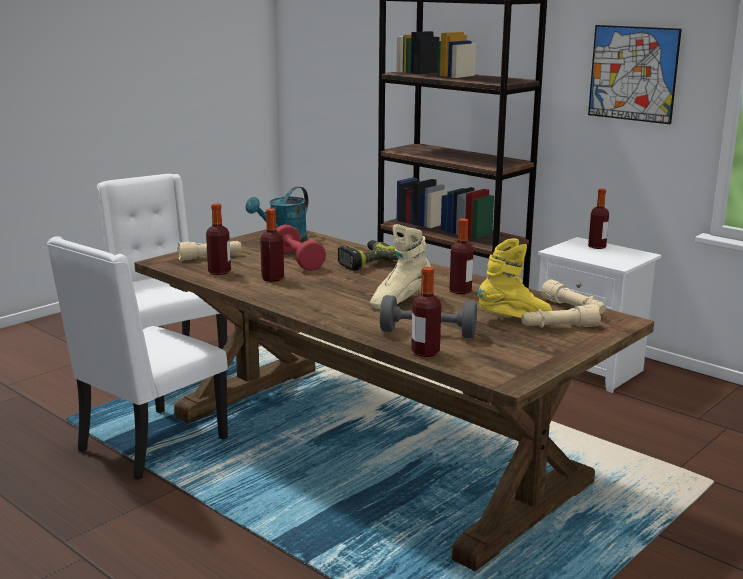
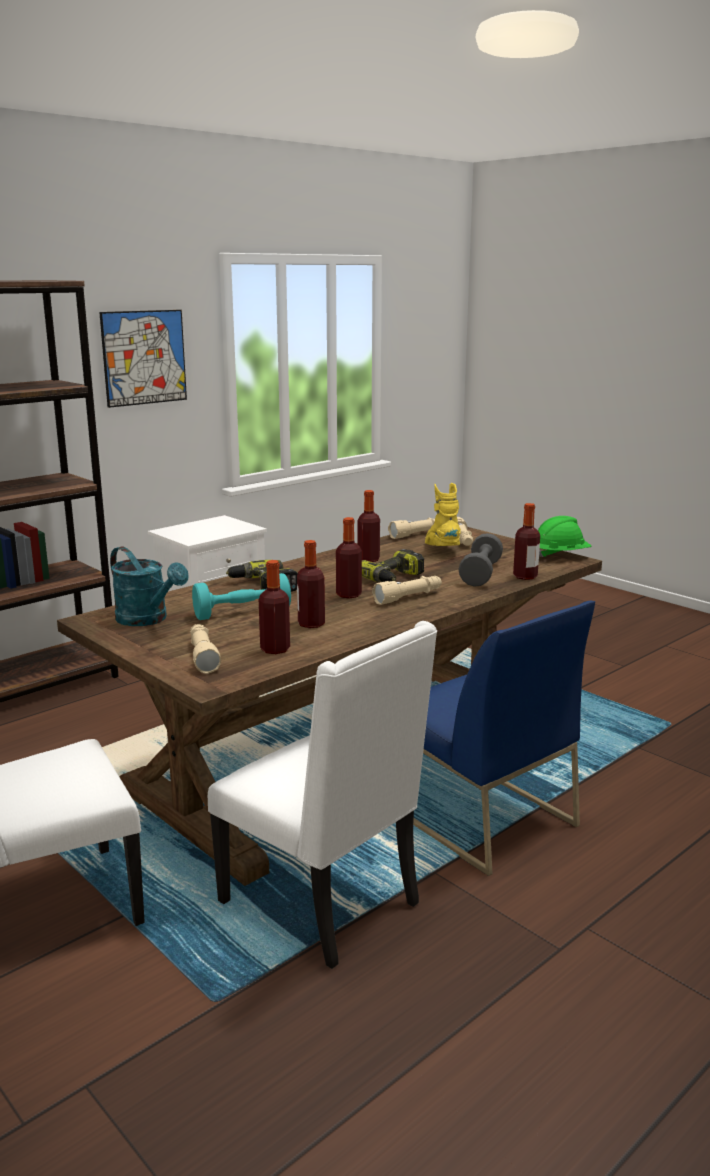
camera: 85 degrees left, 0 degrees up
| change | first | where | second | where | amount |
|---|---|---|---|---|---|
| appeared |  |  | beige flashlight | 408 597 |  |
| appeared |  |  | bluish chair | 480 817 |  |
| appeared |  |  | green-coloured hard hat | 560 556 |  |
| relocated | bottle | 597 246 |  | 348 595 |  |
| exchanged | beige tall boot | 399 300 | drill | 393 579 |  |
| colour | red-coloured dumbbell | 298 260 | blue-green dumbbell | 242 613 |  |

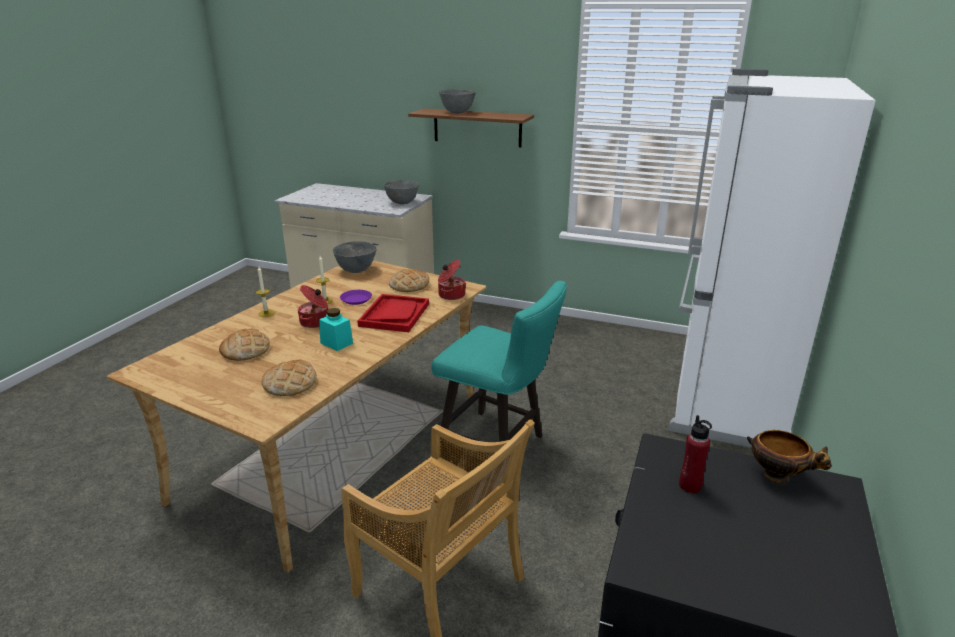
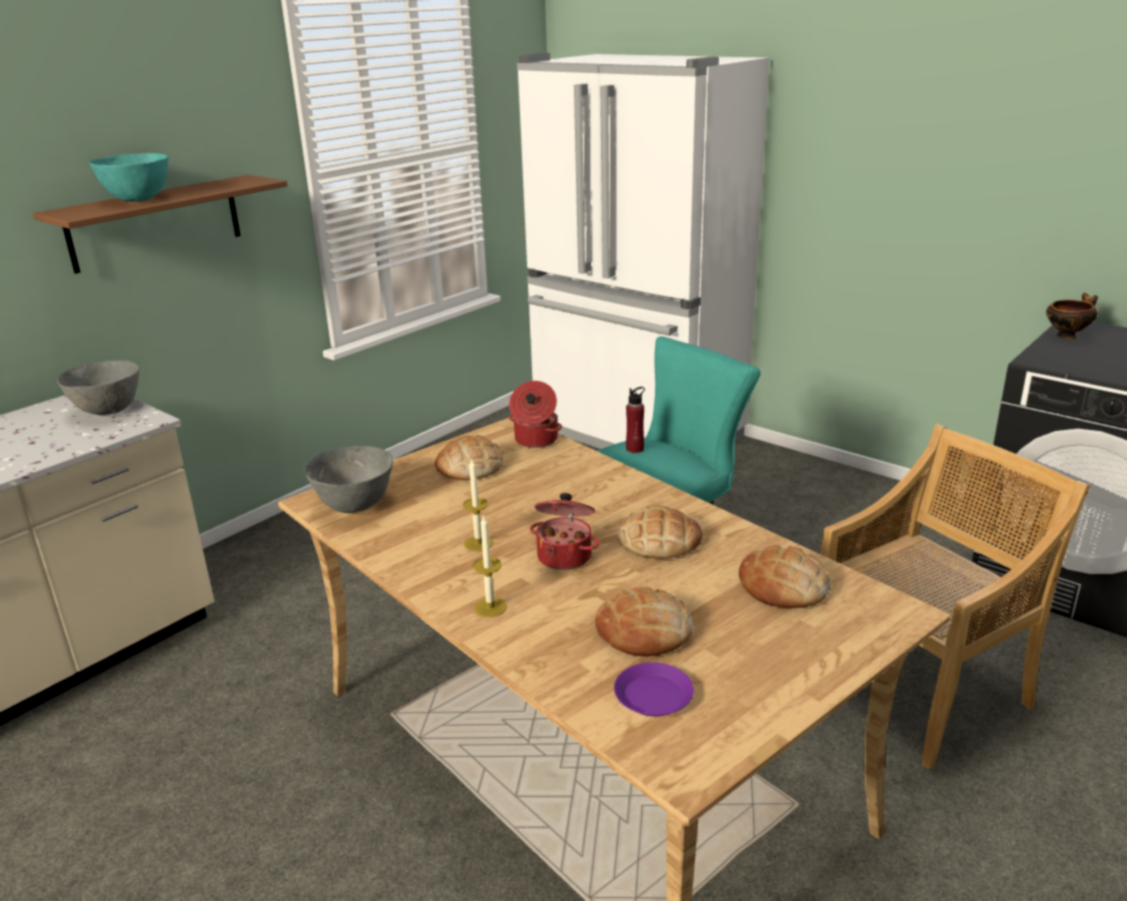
camera: 70 degrees left, 0 degrees up
| change | first | where | second | where | amount |
|---|---|---|---|---|---|
| missing | red-coloured serving tray | 394 315 |  |  |  |
| relocated | purple plate | 356 299 |  | 654 696 |  |
| relocated | red-coloured bottle | 690 486 |  | 635 449 |  |
| exchanged | blue-green jar | 336 343 | bread | 659 540 |  |
| colour | grey deep dish | 457 112 | blue-green deep dish | 138 199 |  |

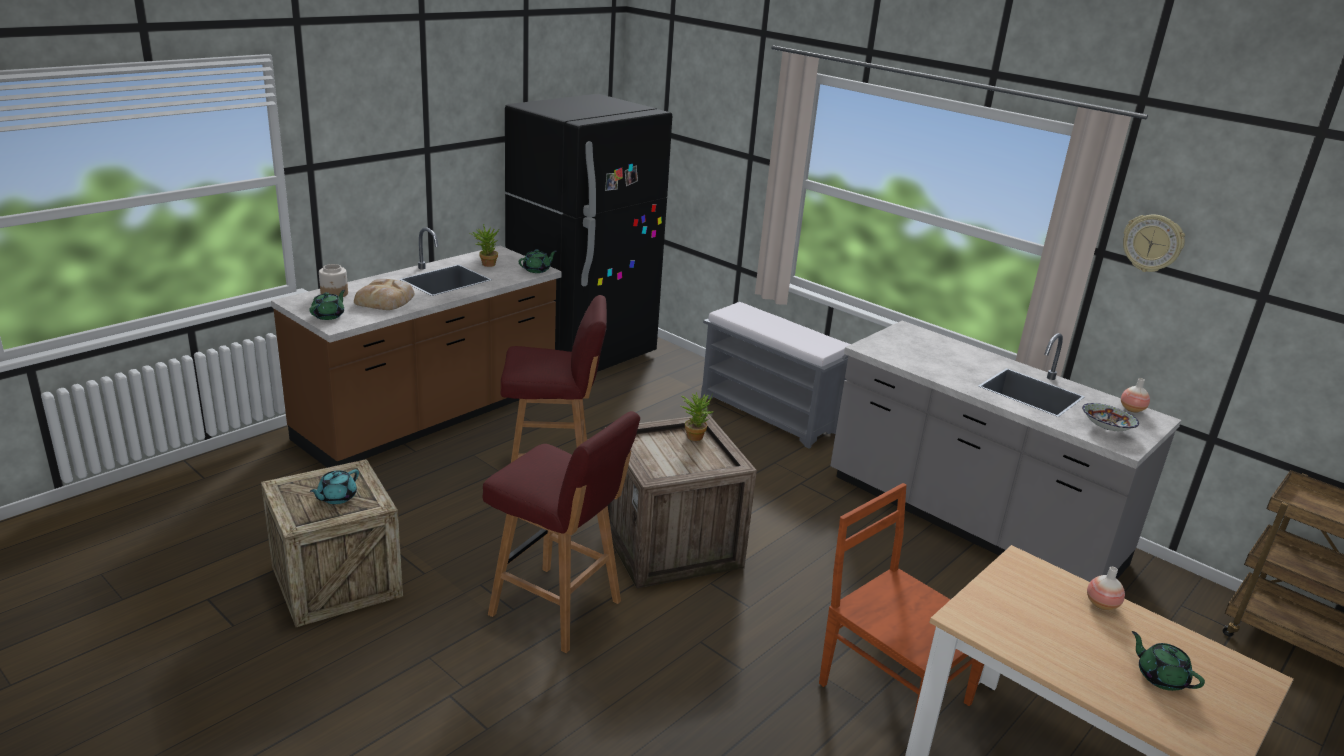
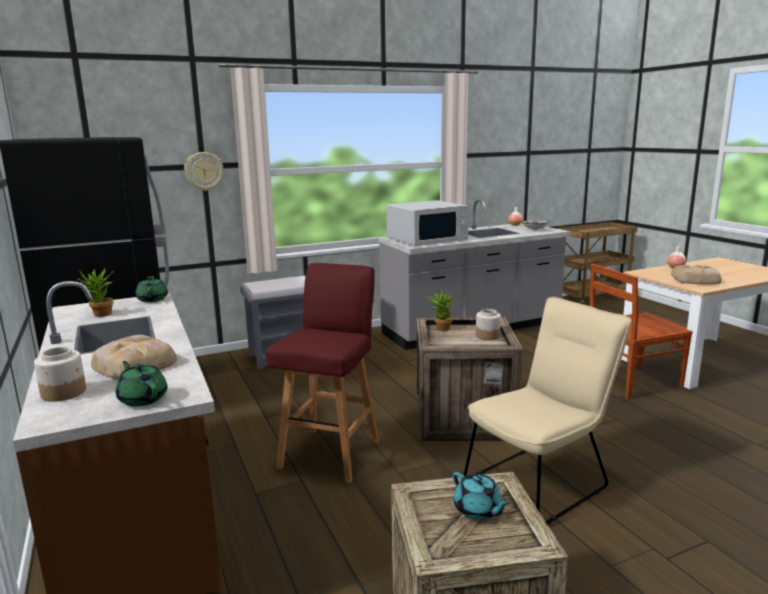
camera: 65 degrees left, 10 degrees down
| change | first | where | second | where | amount |
|---|---|---|---|---|---|
| missing | green-coloured pot for tea | 1160 677 |  |  |  |
| appeared |  |  | whitish microwave oven | 427 239 |  |
| appeared |  |  | jar | 488 336 |  |
| appeared |  |  | bread | 696 280 |  |
| relocated | hanging clock | 1152 243 |  | 204 171 |  |
| exchanged | red-coloured stool seat | 558 609 | beige chair | 542 480 |  |

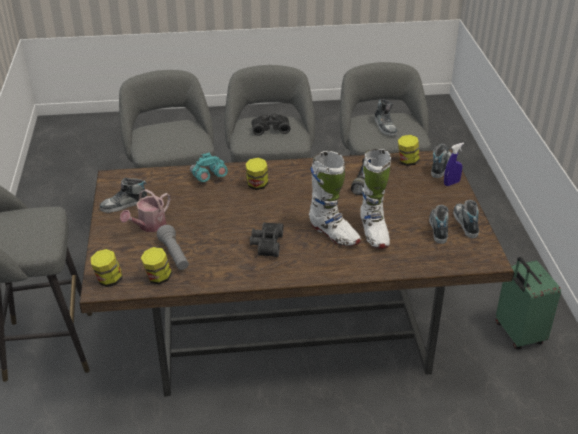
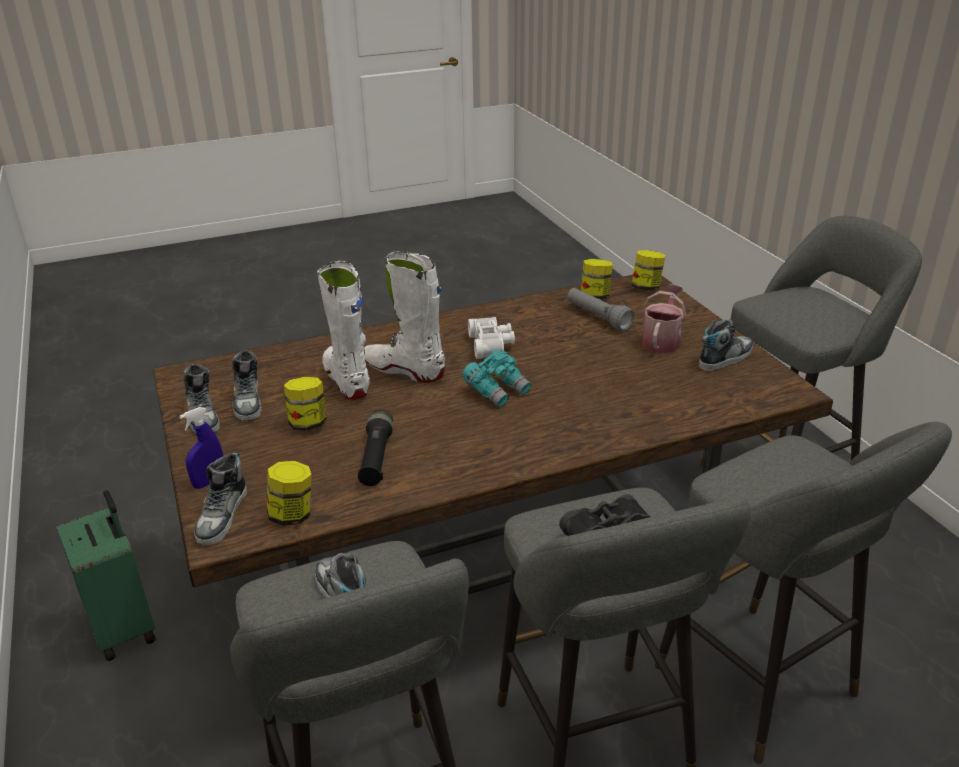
camera: 165 degrees right, 5 degrees down
| change | first | where | second | where | amount |
|---|---|---|---|---|---|
| relocated | blue-green binoculars | 208 177 |  | 497 391 |  |
| relocated | jar | 257 185 |  | 308 424 |  |
| colour | blackish binoculars | 266 244 | whitish binoculars | 492 345 |  |

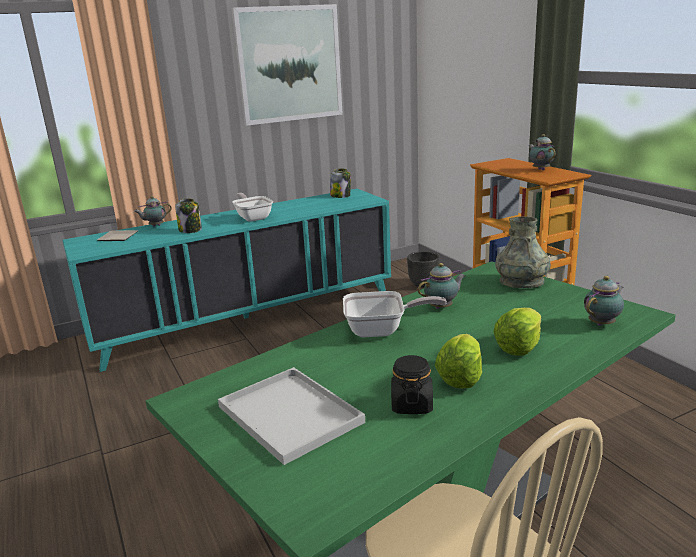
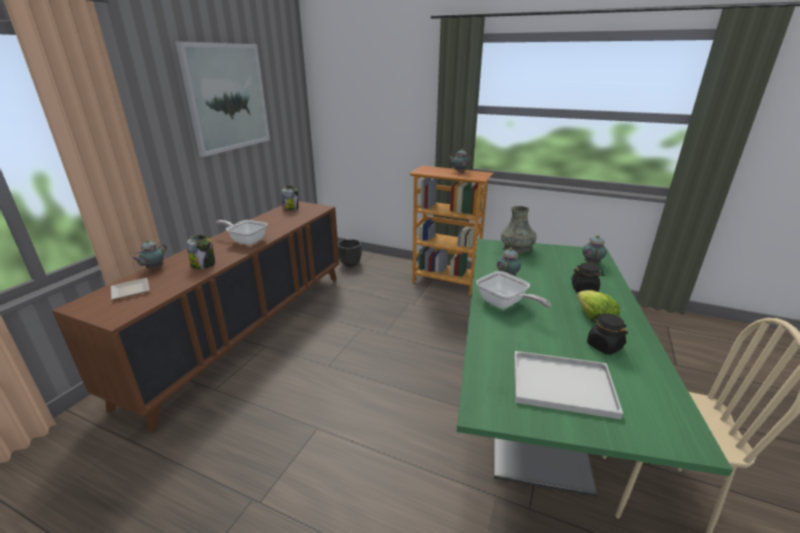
camera: 40 degrees left, 5 degrees up
| change | first | where | second | where | amount |
|---|---|---|---|---|---|
| exchanged | lettuce head | 519 347 | blackish jar | 584 289 |  |
| colour | blue-green cupboard | 247 319 | brown-coloured cupboard | 246 330 |  |
| spun | skillet | 382 330 |  | 505 304 | 90 degrees clockwise |

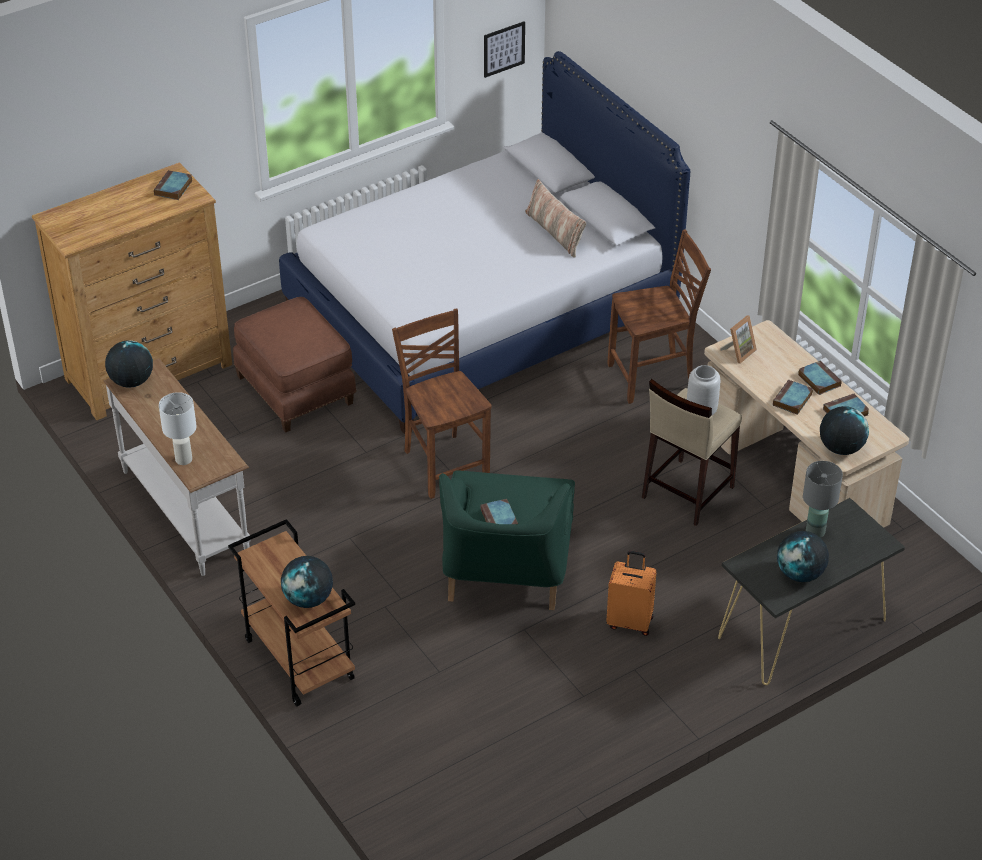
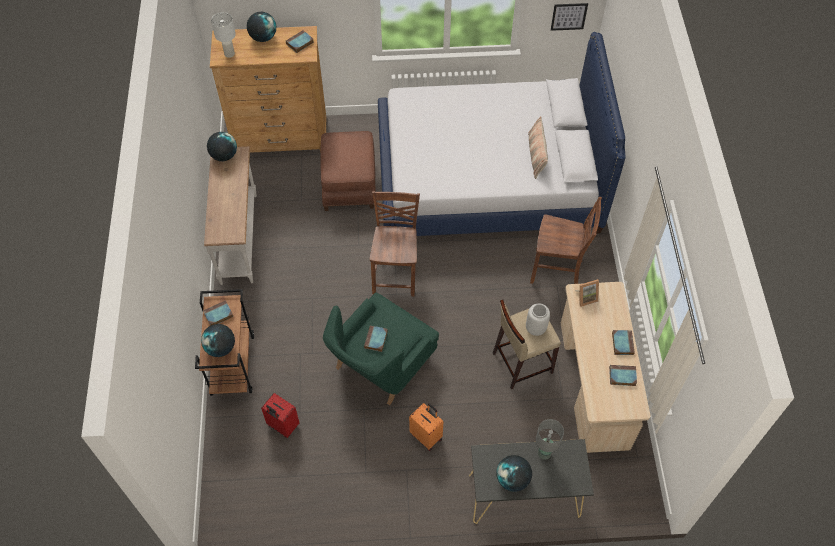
camera: 30 degrees right, 15 degrees up
| change | first | where | second | where | amount |
|---|---|---|---|---|---|
| appeared |  |  | red-coloured piece of luggage | 282 426 |  |
| relocated | whitish tabletop lamp | 183 460 |  | 229 54 |  |
| relocated | volume | 792 400 |  | 218 315 |  |
| relocated | desk globe | 841 448 |  | 263 37 |  |

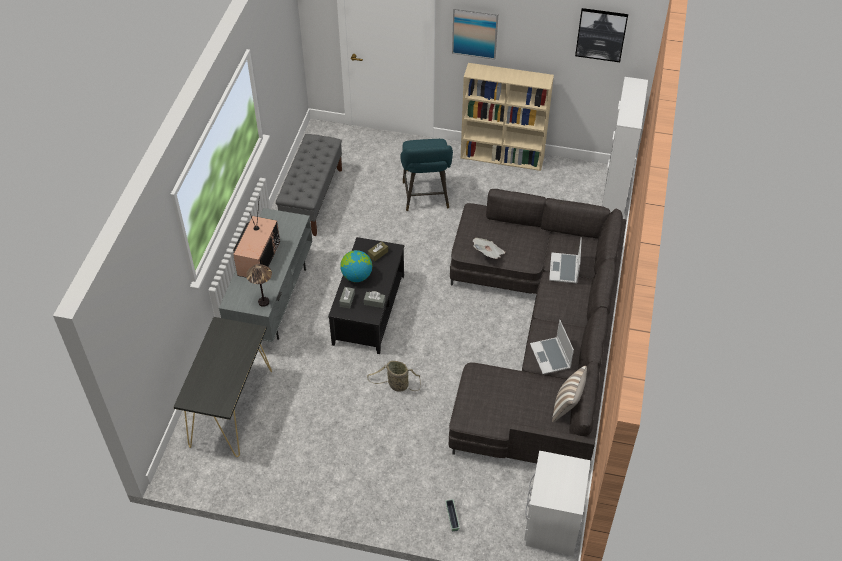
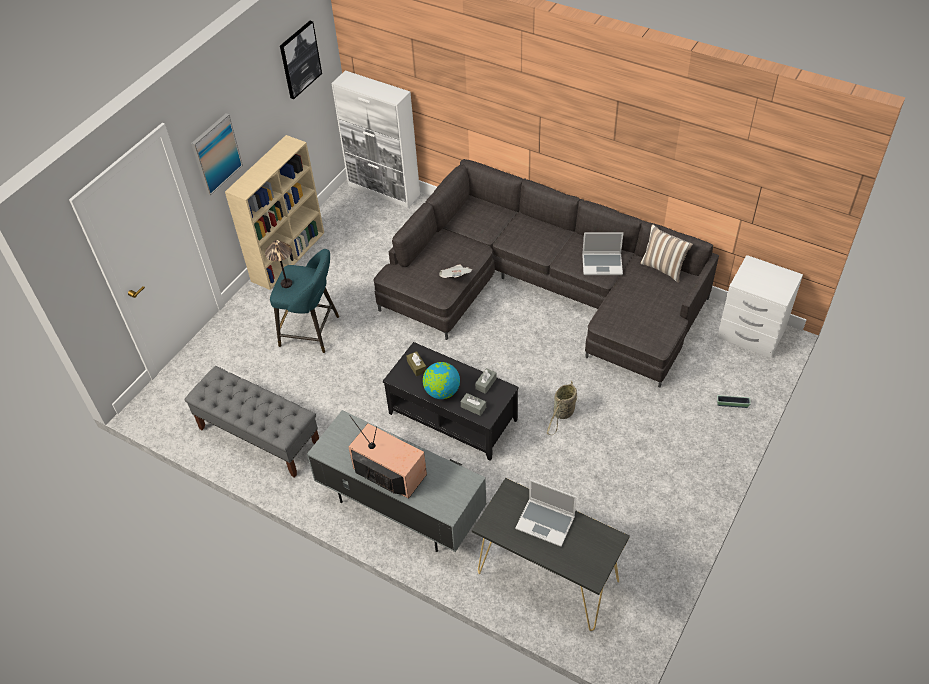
camera: 70 degrees left, 0 degrees up
| change | first | where | second | where | amount |
|---|---|---|---|---|---|
| relocated | tabletop lamp | 264 302 |  | 287 284 |  |
| relocated | portable computer | 564 269 |  | 546 522 |  |

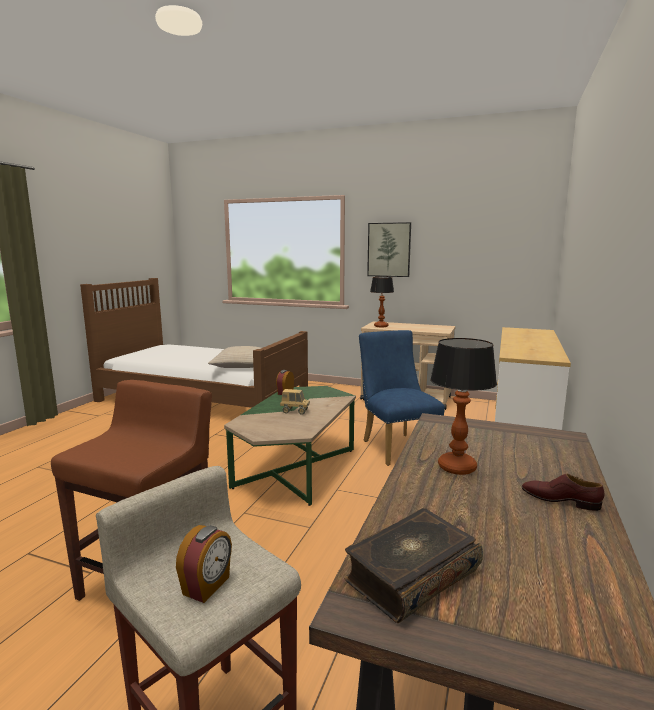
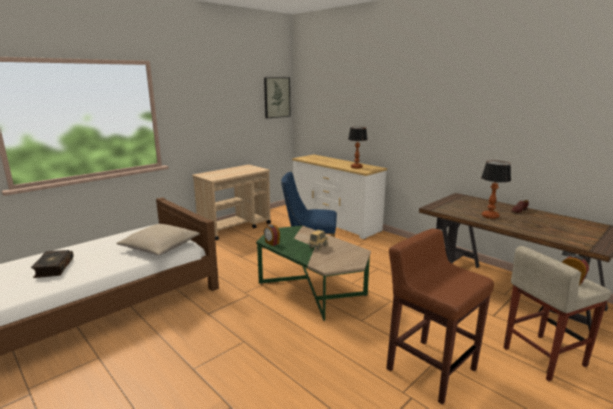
camera: 65 degrees left, 5 degrees up
| change | first | where | second | where | amount |
|---|---|---|---|---|---|
| relocated | volume | 411 575 |  | 53 268 |  |
| relocated | picture | 389 249 |  | 276 97 |  |
| relocated | tabletop lamp | 381 326 |  | 356 167 |  |

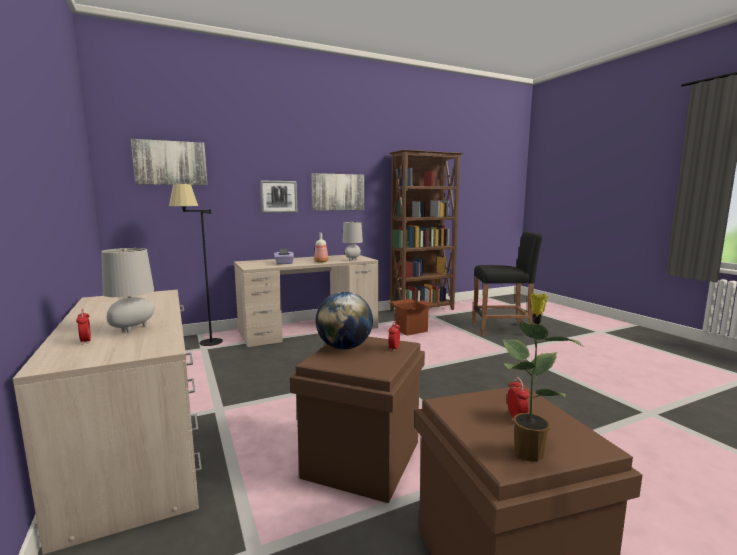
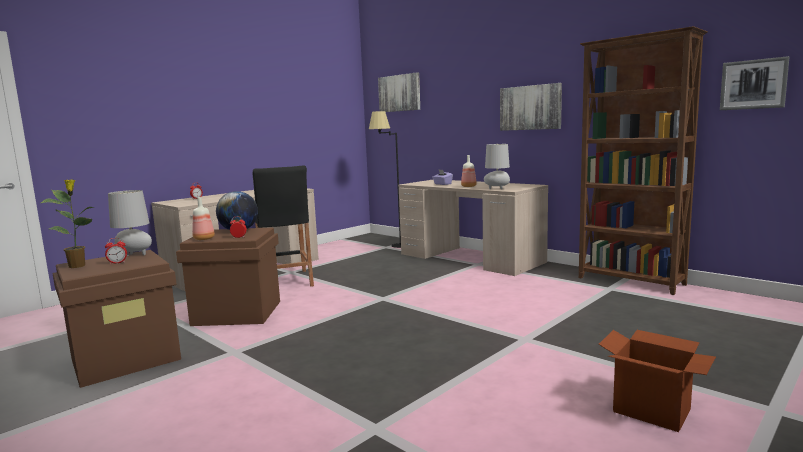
camera: 70 degrees right, 0 degrees up
| change | first | where | second | where | amount |
|---|---|---|---|---|---|
| appeared |  |  | bottle | 204 239 |  |
| relocated | grey tabletop lamp | 133 330 |  | 134 255 |  |
| relocated | picture | 278 196 |  | 753 84 |  |
| relocated | carton | 411 330 |  | 652 411 |  |
| relocated | blackish stool seat | 502 329 |  | 286 281 |  |

